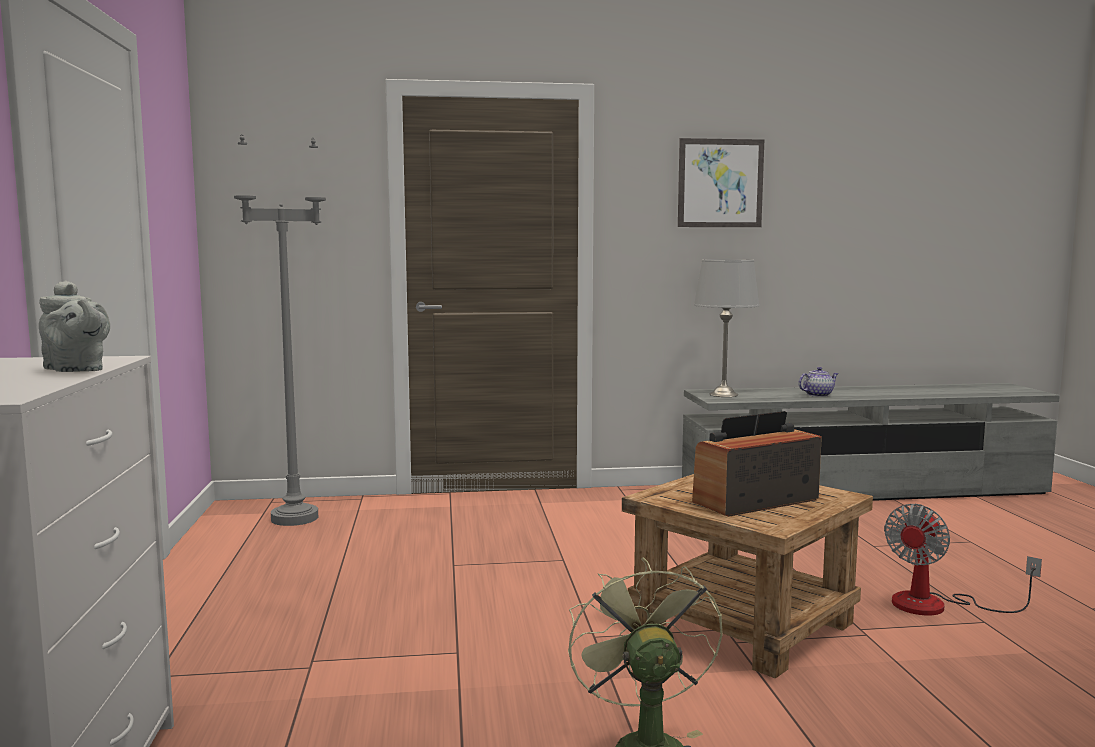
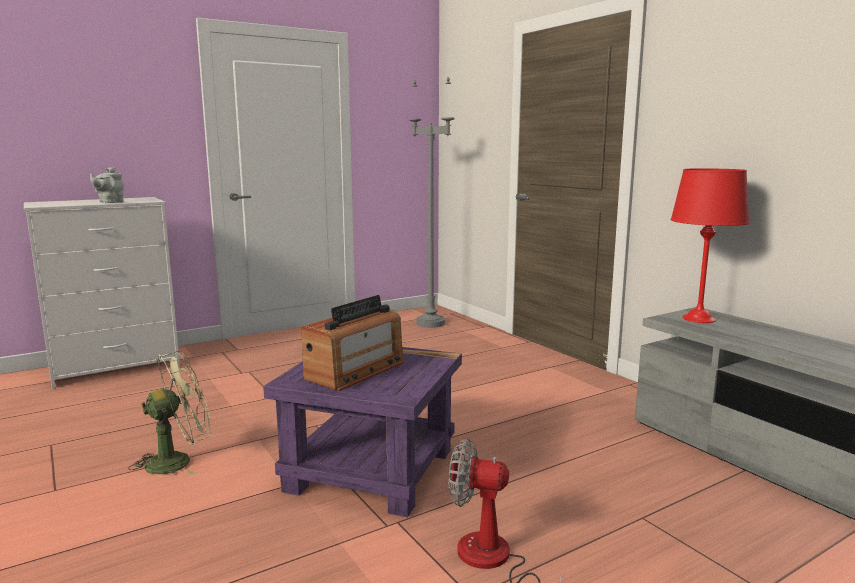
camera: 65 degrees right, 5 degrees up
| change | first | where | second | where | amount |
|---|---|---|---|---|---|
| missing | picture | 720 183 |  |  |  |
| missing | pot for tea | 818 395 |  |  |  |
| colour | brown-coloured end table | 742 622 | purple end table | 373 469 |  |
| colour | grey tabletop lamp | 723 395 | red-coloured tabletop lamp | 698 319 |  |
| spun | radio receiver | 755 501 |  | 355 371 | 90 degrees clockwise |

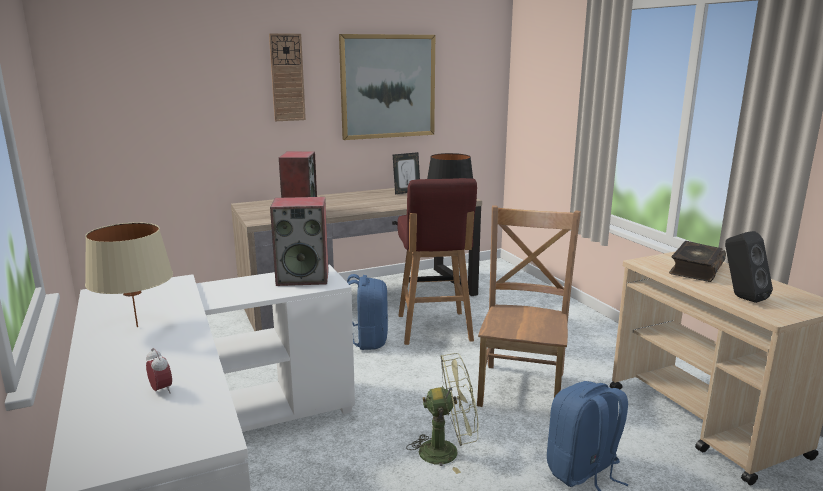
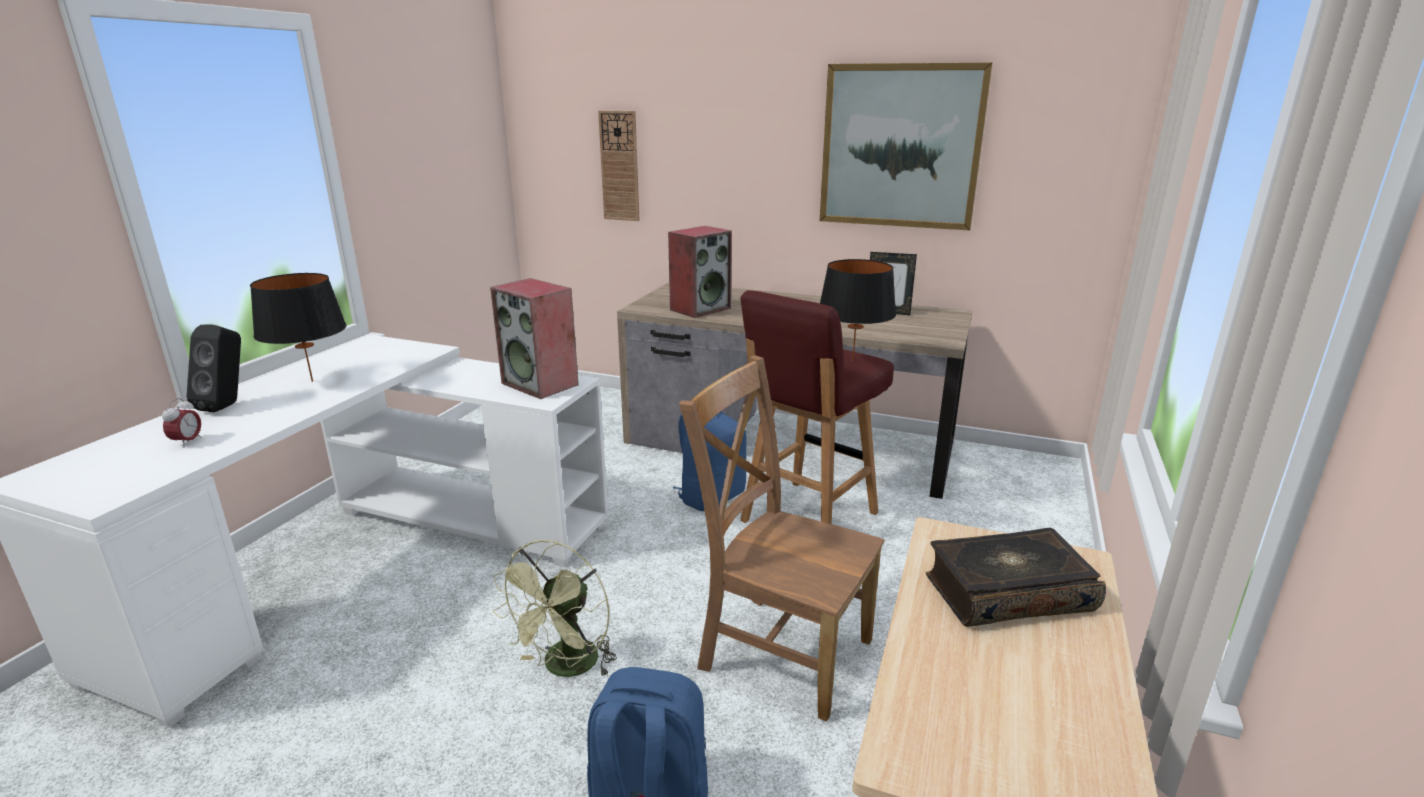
camera: 45 degrees right, 5 degrees up
| change | first | where | second | where | amount |
|---|---|---|---|---|---|
| relocated | hanging clock | 287 77 |  | 620 166 |  |
| relocated | blackish loudspeaker | 740 297 |  | 228 405 |  |
| colour | beige tabletop lamp | 137 327 | blackish tabletop lamp | 312 381 |  |
| spun | green-coloured fan | 447 451 |  | 566 668 | 75 degrees clockwise |
| spun | brown-coloured chair | 522 386 |  | 780 650 | 120 degrees counterclockwise |

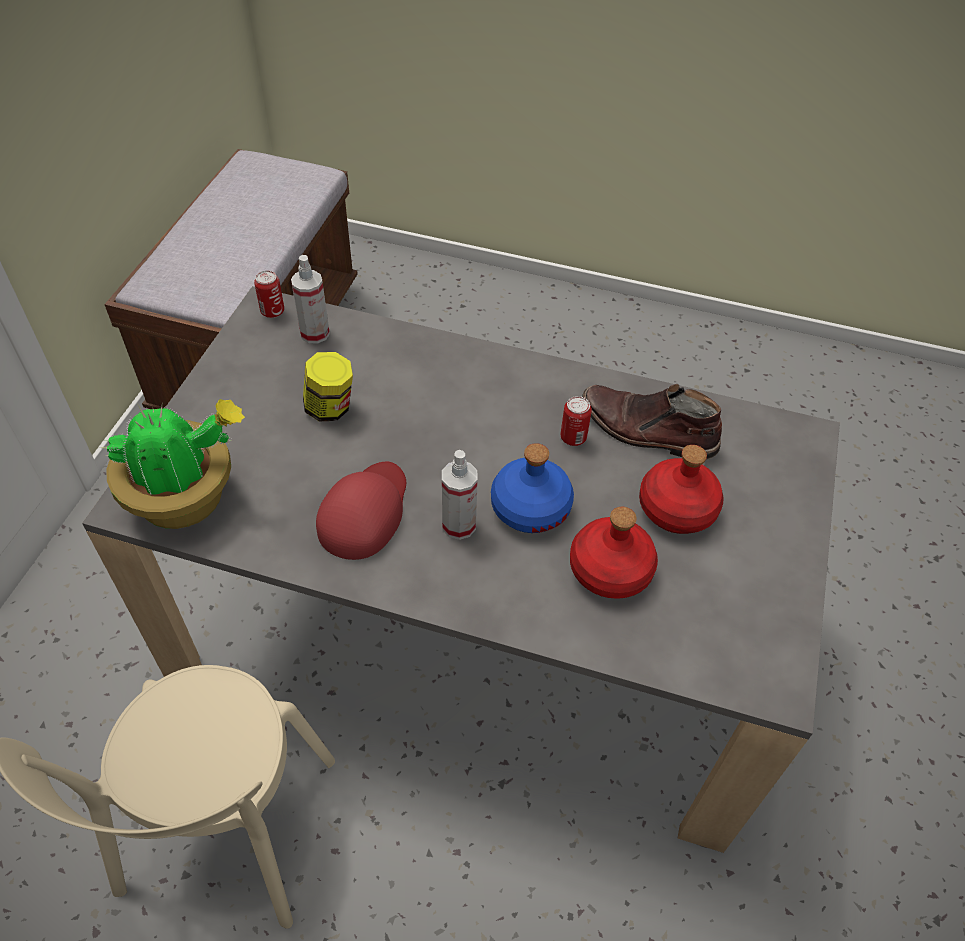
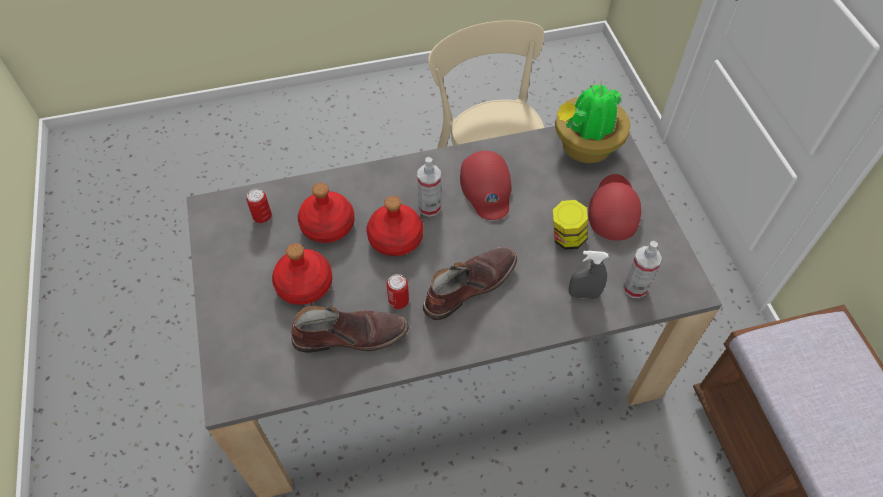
camera: 150 degrees right, 5 degrees up
| change | first | where | second | where | amount |
|---|---|---|---|---|---|
| appeared |  |  | brown-coloured tall boot | 469 285 |  |
| appeared |  |  | grey sprayer | 583 295 |  |
| appeared |  |  | red-coloured peaked cap | 614 209 |  |
| relocated | metal can | 272 311 |  | 262 216 |  |
| colour | bluish bottle | 530 507 | red-coloured bottle | 396 238 |  |

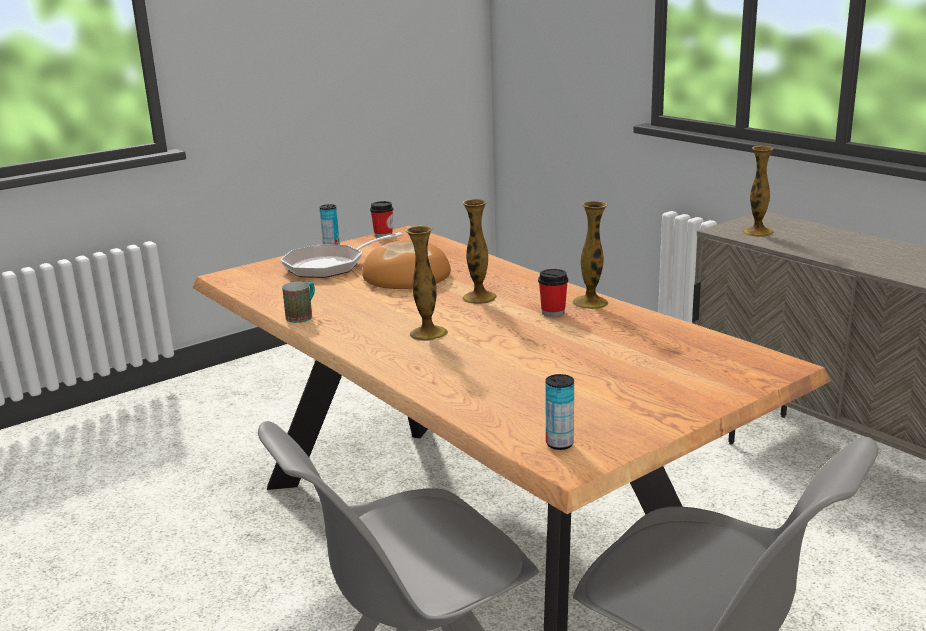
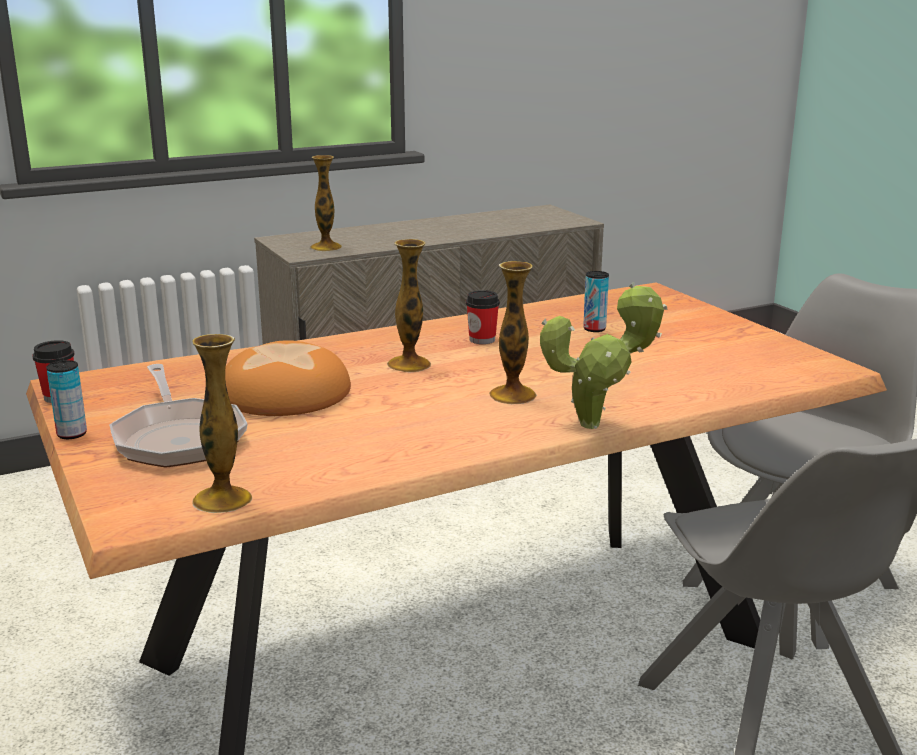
camera: 80 degrees left, 0 degrees up
| change | first | where | second | where | amount |
|---|---|---|---|---|---|
| missing | mug | 303 316 |  |  |  |
| appeared |  |  | potted plant | 597 424 |  |
| relocated | metal can | 559 444 |  | 594 329 |  |
| relocated | decorative vase | 590 303 |  | 222 500 |  |

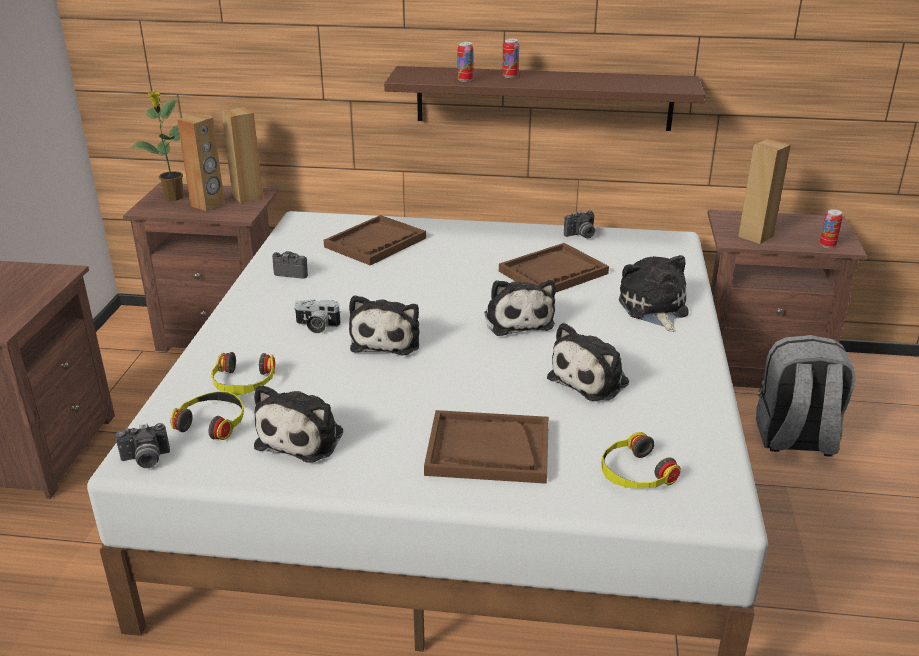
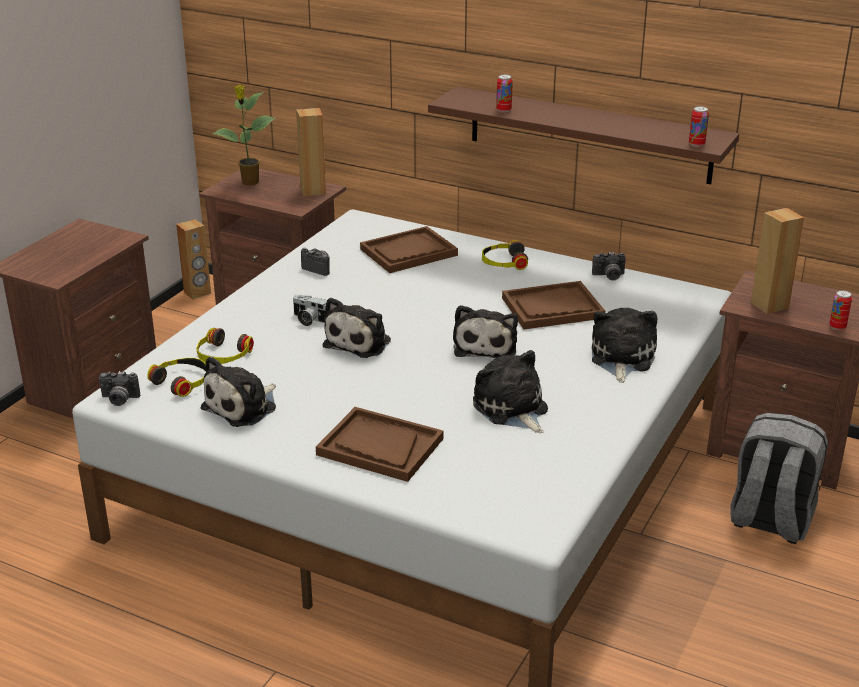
camera: 20 degrees right, 0 degrees up
| change | first | where | second | where | amount |
|---|---|---|---|---|---|
| relocated | brown-coloured loudspeaker | 208 205 |  | 197 293 |  |
| relocated | metal can | 510 76 |  | 696 144 |  |
| relocated | headphones | 635 473 |  | 503 262 |  |
| spun | cuddly toy | 592 379 |  | 511 409 | 90 degrees clockwise |

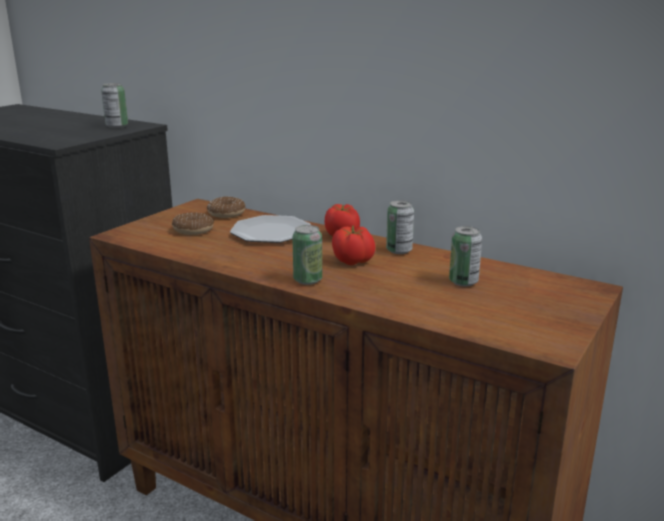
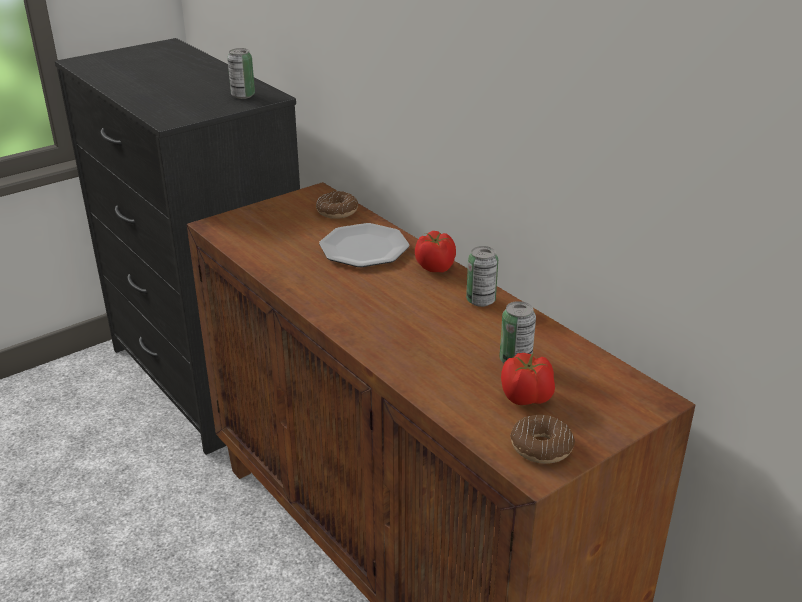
camera: 20 degrees right, 10 degrees up
| change | first | where | second | where | amount |
|---|---|---|---|---|---|
| missing | metal can | 307 280 |  |  |  |
| relocated | ring doughnut | 193 230 |  | 541 447 |  |
| relocated | whole tomato | 353 261 |  | 527 397 |  |

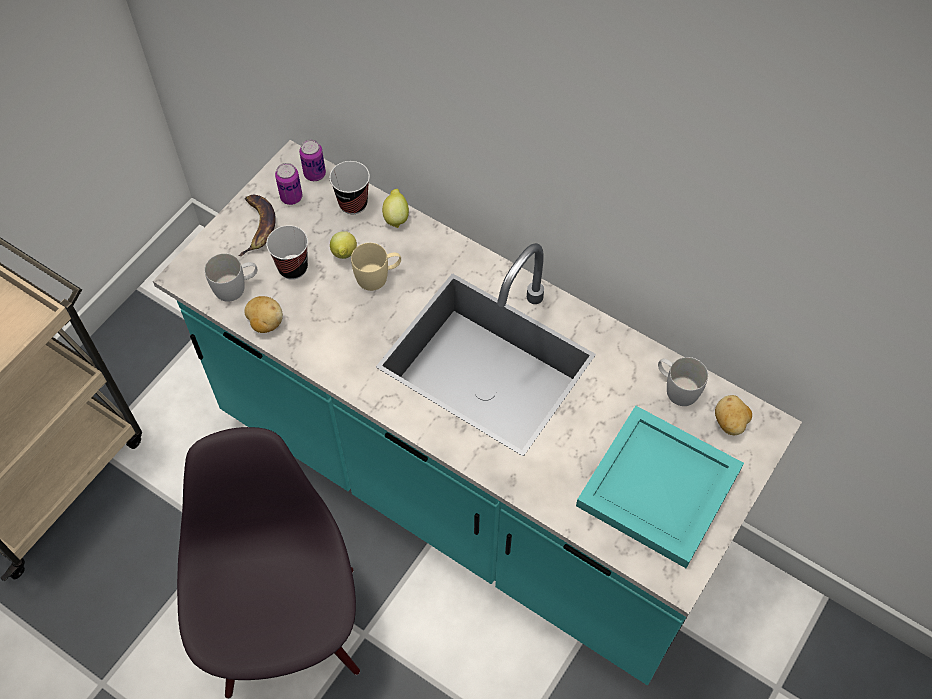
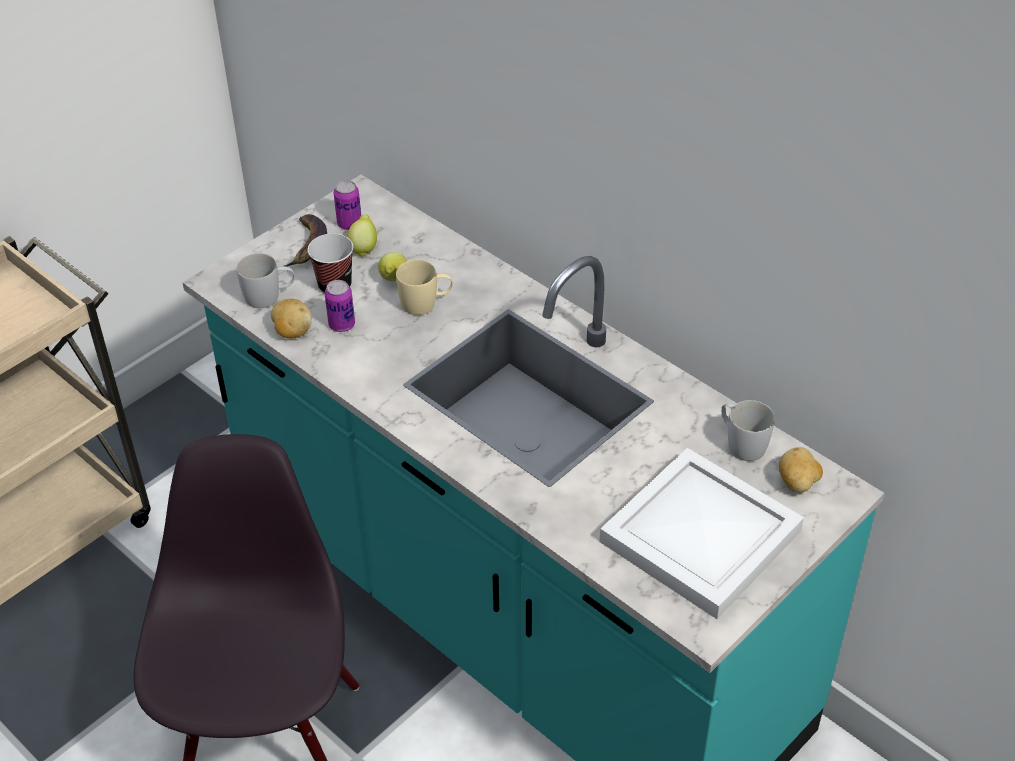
camera: 10 degrees right, 15 degrees down
| change | first | where | second | where | amount |
|---|---|---|---|---|---|
| missing | drinking cup | 353 203 |  |  |  |
| relocated | metal can | 314 174 |  | 342 325 |  |
| relocated | whole lemon | 396 217 |  | 364 248 |  |
| colour | blue-green serving tray | 659 490 | whitish serving tray | 701 539 |  |

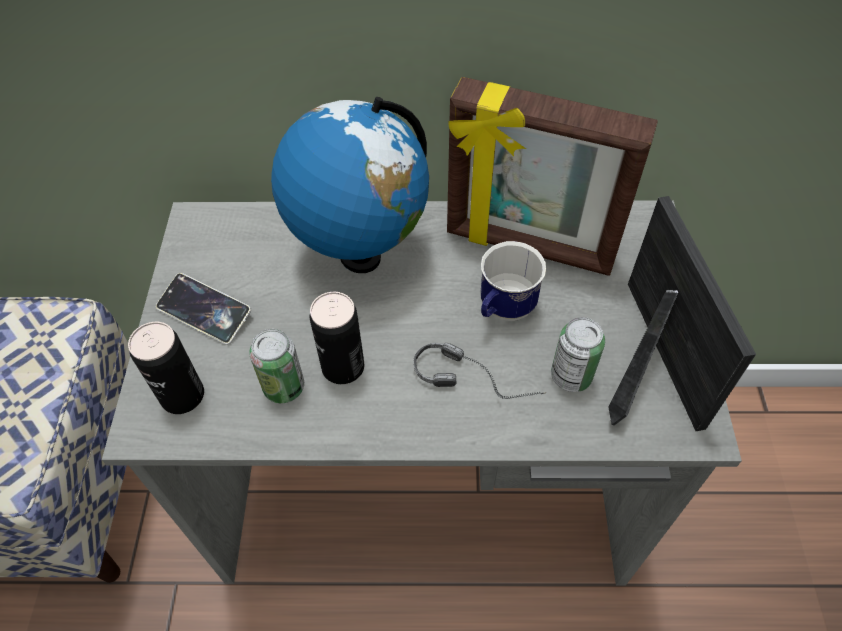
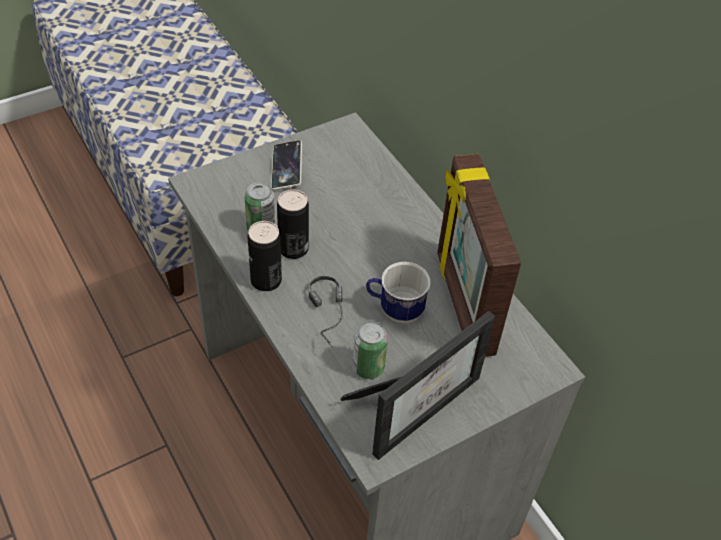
camera: 55 degrees right, 5 degrees down
| change | first | where | second | where | amount |
|---|---|---|---|---|---|
| missing | desk globe | 360 255 |  |  |  |
| relocated | metal can | 182 396 |  | 266 280 |  |

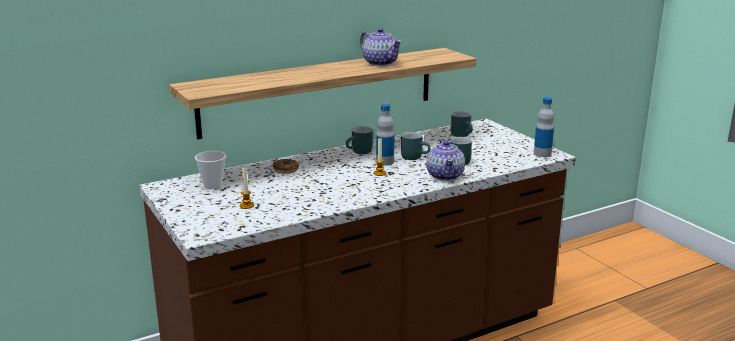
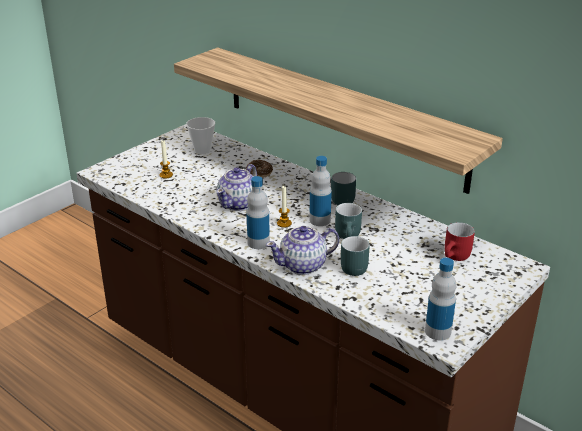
camera: 70 degrees right, 10 degrees up
| change | first | where | second | where | amount |
|---|---|---|---|---|---|
| appeared |  |  | bottle | 258 243 |  |
| relocated | pot for tea | 380 63 |  | 239 203 |  |
| colour | blue-green mug | 463 135 | red-coloured mug | 456 257 |  |

